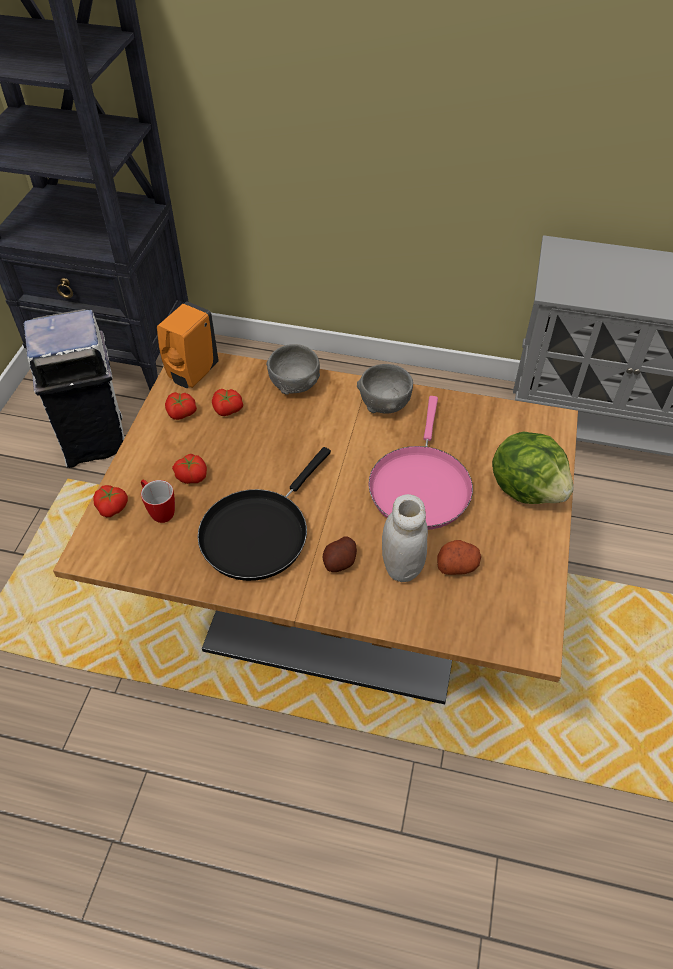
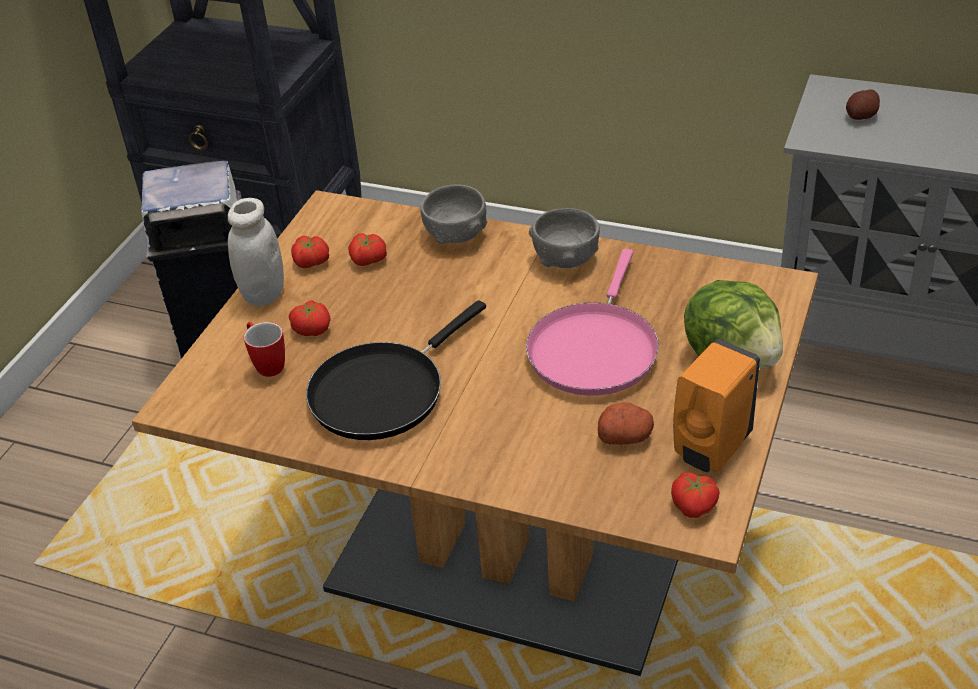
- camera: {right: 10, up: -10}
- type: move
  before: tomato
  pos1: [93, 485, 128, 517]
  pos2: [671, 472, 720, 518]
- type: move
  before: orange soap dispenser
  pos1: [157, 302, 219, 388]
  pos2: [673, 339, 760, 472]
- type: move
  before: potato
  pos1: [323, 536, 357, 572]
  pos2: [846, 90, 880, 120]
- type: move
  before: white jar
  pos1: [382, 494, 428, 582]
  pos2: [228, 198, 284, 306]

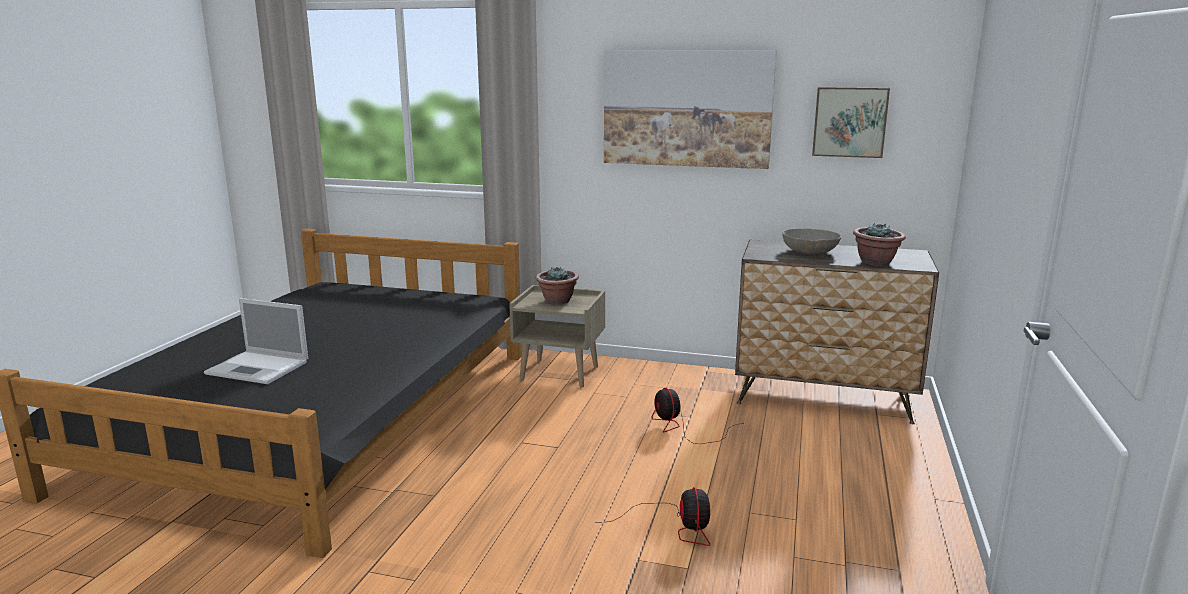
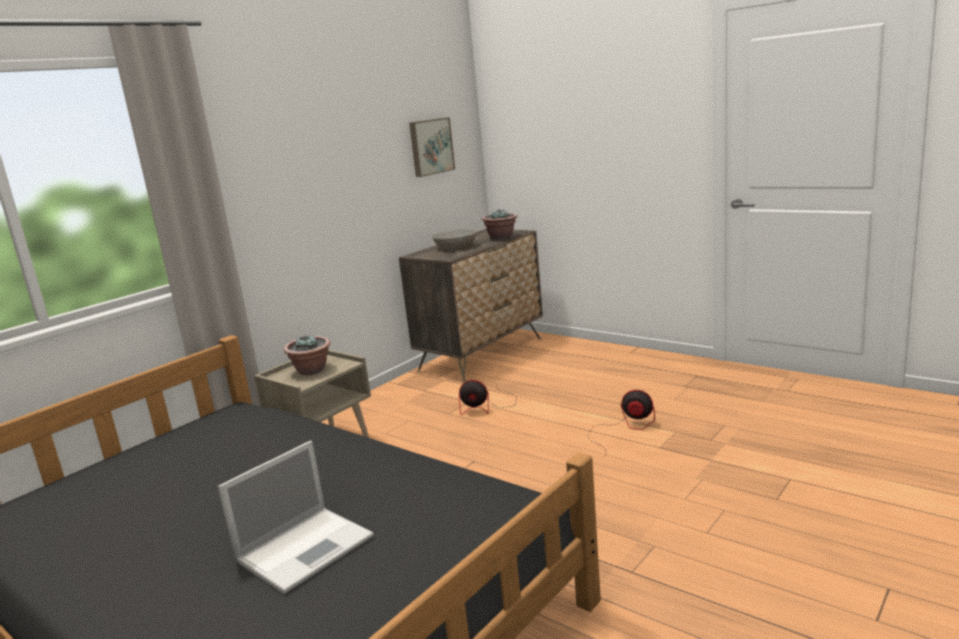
- camera: {right: -65, up: 0}
- type: delete
  before: picture
  pos1: [604, 50, 777, 169]

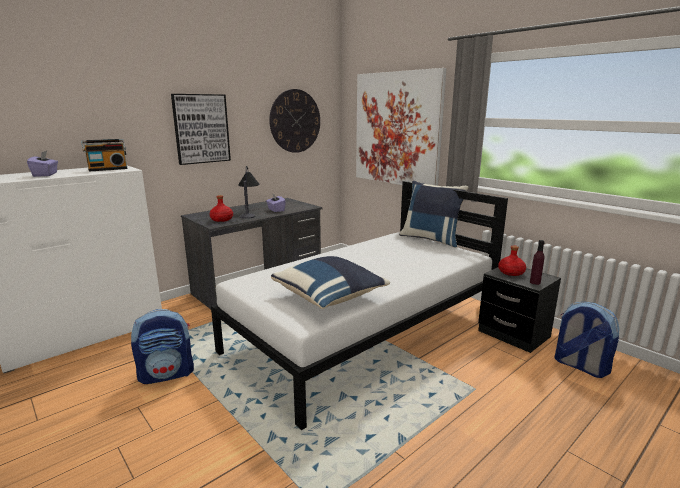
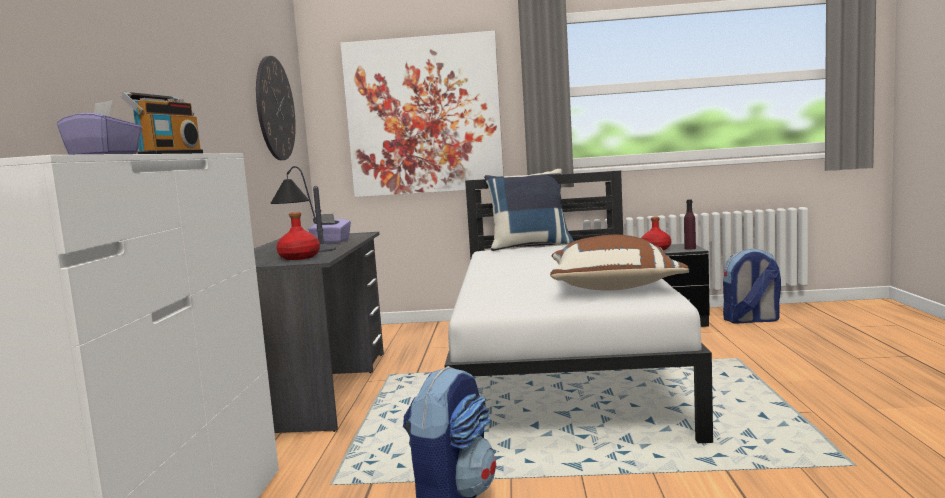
- camera: {right: -45, up: -10}
- type: delete
  before: picture
  pos1: [171, 94, 231, 165]
- type: recolor
  before: blue pillow
  after: brown pillow
  pos1: [271, 256, 390, 309]
  pos2: [550, 235, 688, 291]

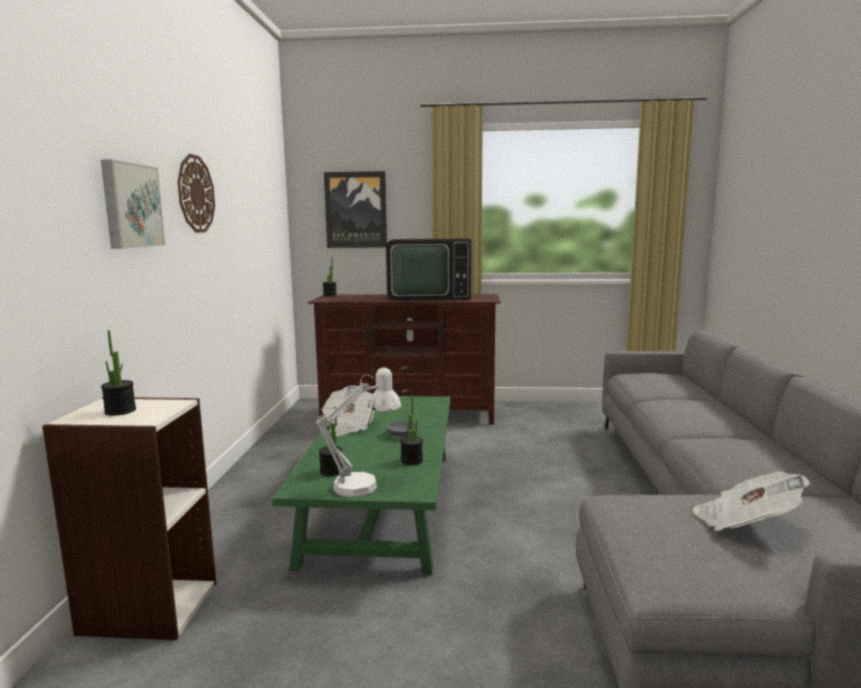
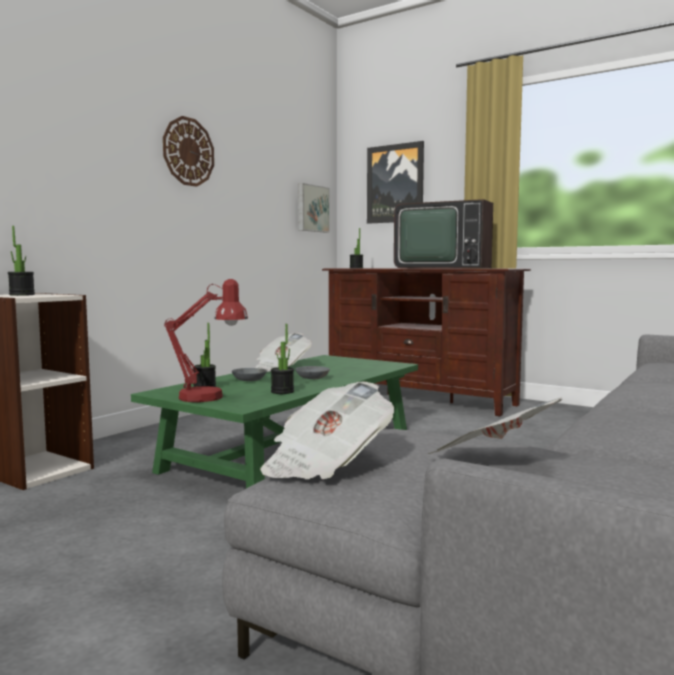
- camera: {right: 30, up: -5}
- type: insert
  after: grey bowl
  pos2: [232, 368, 267, 381]
- type: insert
  after: newspaper
  pos2: [260, 381, 394, 479]
- type: move
  before: picture
  pos1: [101, 159, 165, 249]
  pos2: [298, 183, 330, 233]
- type: recolor
  before: white table lamp
  after: red table lamp
  pos1: [316, 367, 401, 497]
  pos2: [164, 279, 248, 402]

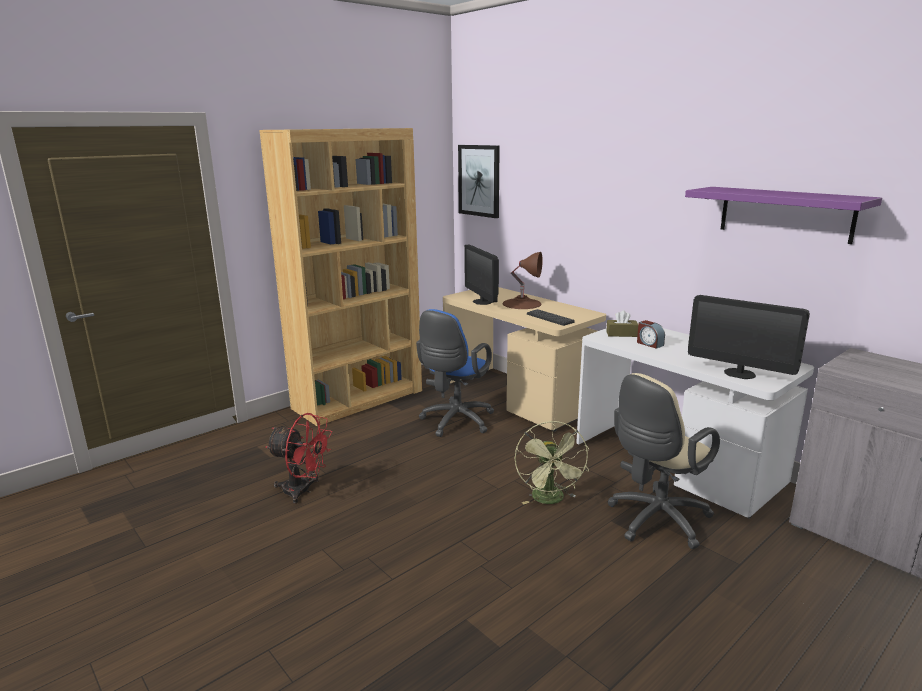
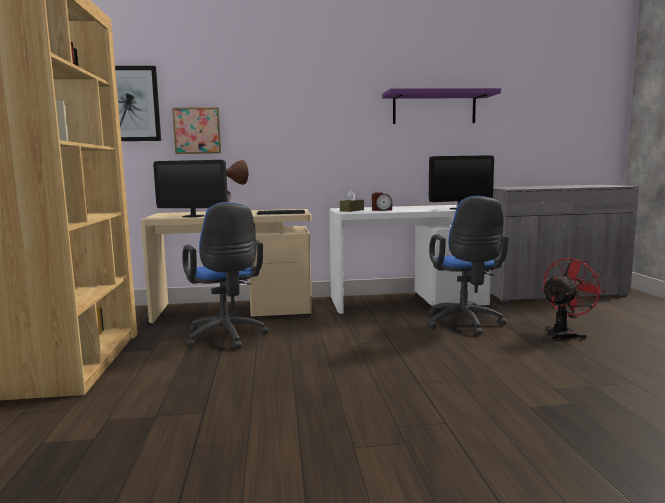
- camera: {right: -55, up: -10}
- type: delete
  before: green fan
  pos1: [515, 421, 589, 505]
- type: insert
  after: picture
  pos2: [172, 107, 221, 154]
- type: move
  before: red fan
  pos1: [266, 413, 332, 504]
  pos2: [542, 257, 605, 342]
- type: recolor
  before: beige office chair
  after: blue office chair
  pos1: [607, 373, 720, 549]
  pos2: [428, 196, 509, 336]

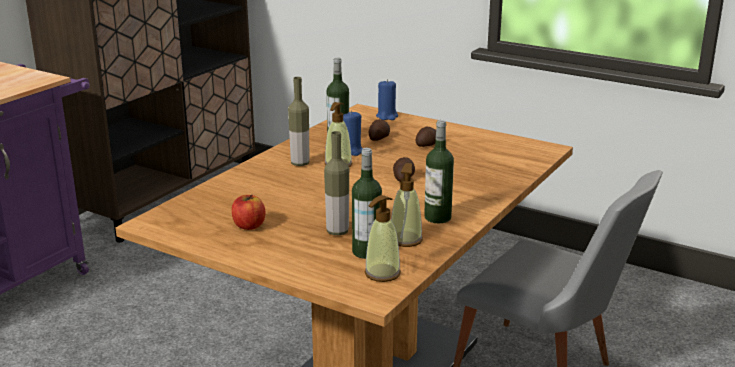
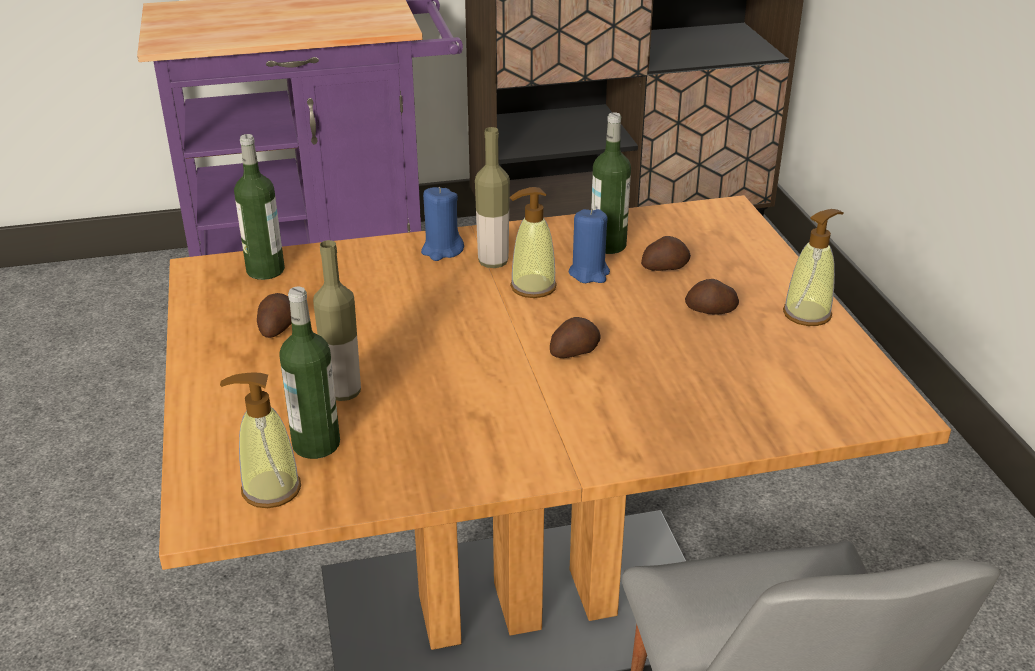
- camera: {right: 45, up: 10}
- type: move
  before: blue candle
  pos1: [376, 79, 398, 120]
  pos2: [421, 187, 464, 261]
- type: move
  before: soap dispenser
  pos1: [391, 163, 423, 247]
  pos2: [783, 209, 844, 326]
- type: move
  before: bottle
  pos1: [424, 120, 454, 223]
  pos2: [234, 134, 285, 280]
- type: replace
  before: apple
  after: potato
  pos1: [232, 194, 265, 230]
  pos2: [257, 293, 292, 338]

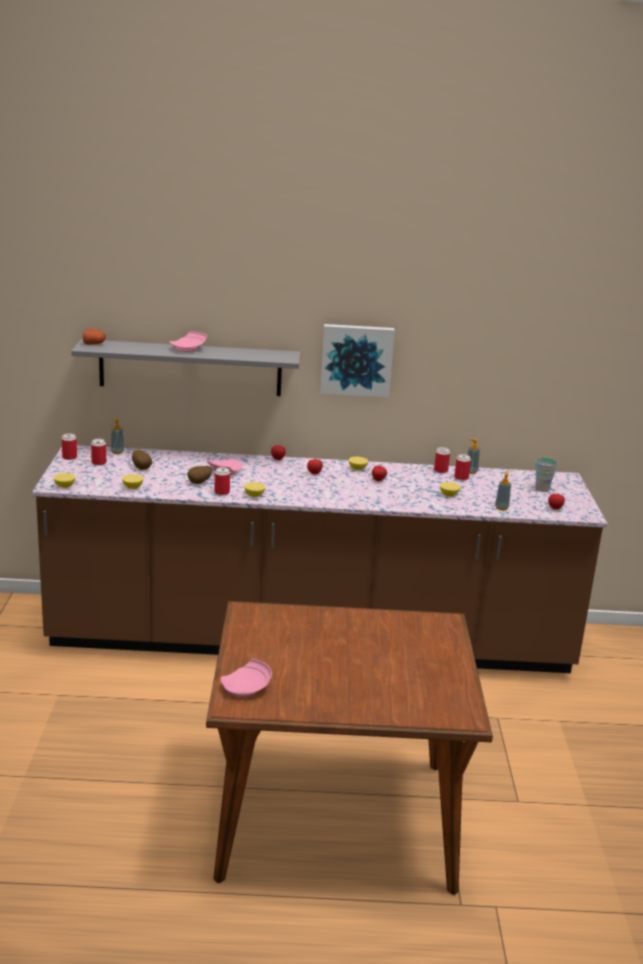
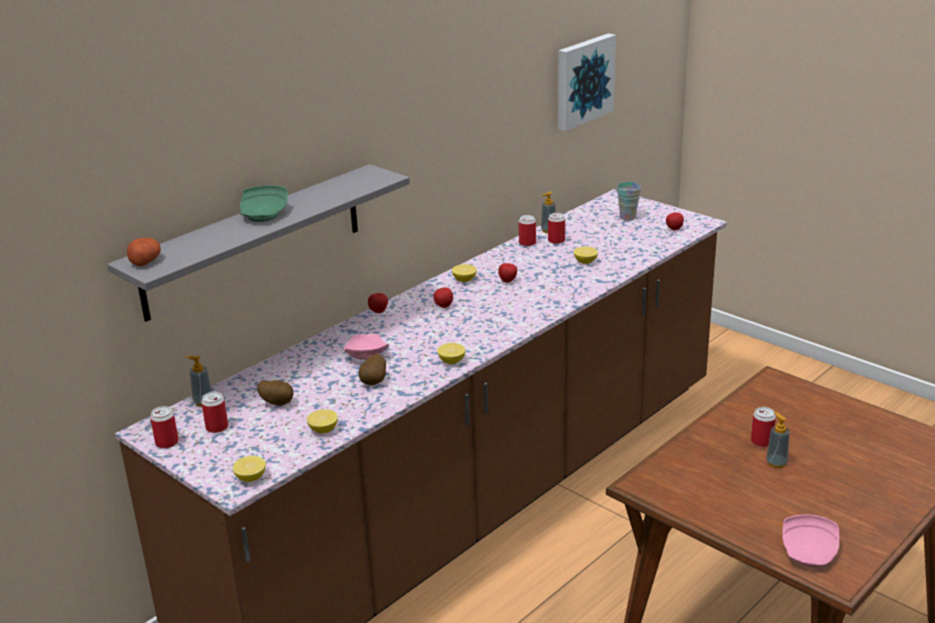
- camera: {right: -45, up: 5}
- type: move
  before: can
  pos1: [214, 467, 230, 495]
  pos2: [751, 407, 776, 447]
- type: move
  before: picture
  pos1: [320, 324, 395, 397]
  pos2: [558, 33, 616, 131]
- type: move
  before: soap dispenser
  pos1: [495, 471, 511, 510]
  pos2: [766, 412, 790, 468]
- type: recolor
  before: pink plate
  after: green plate
  pos1: [170, 331, 207, 352]
  pos2: [240, 185, 288, 222]

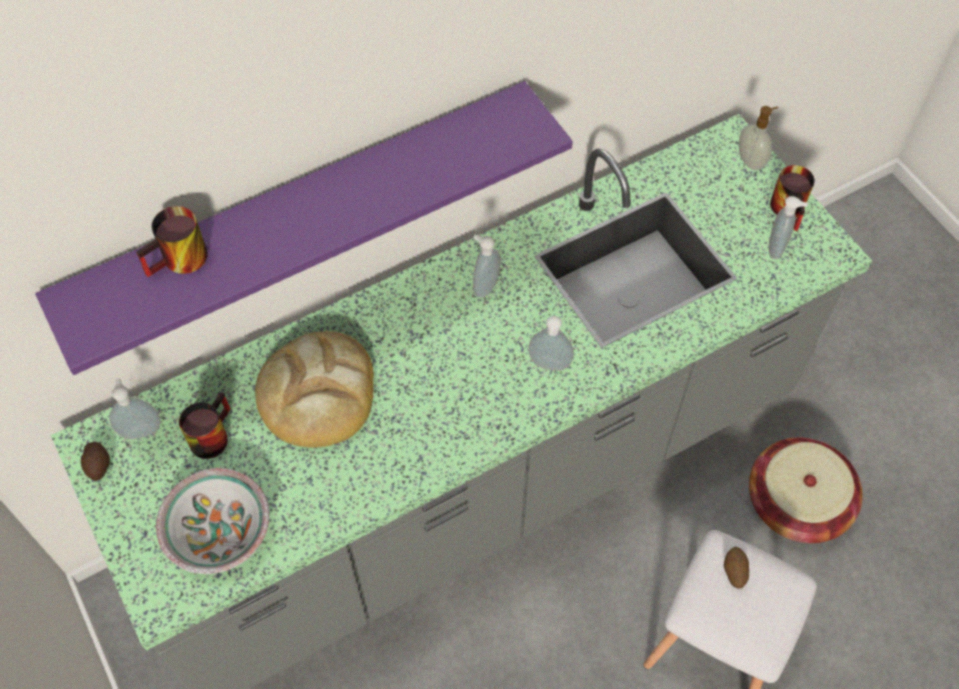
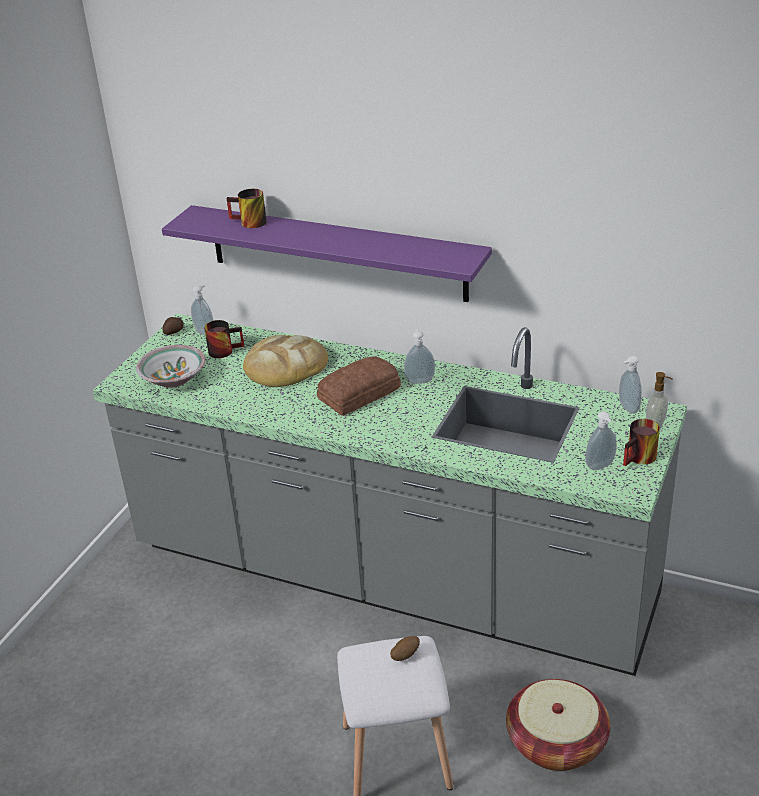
- camera: {right: 55, up: -25}
- type: insert
  after: bread
  pos2: [317, 357, 401, 416]
- type: move
  before: soap dispenser
  pos1: [528, 316, 574, 371]
  pos2: [619, 356, 642, 414]

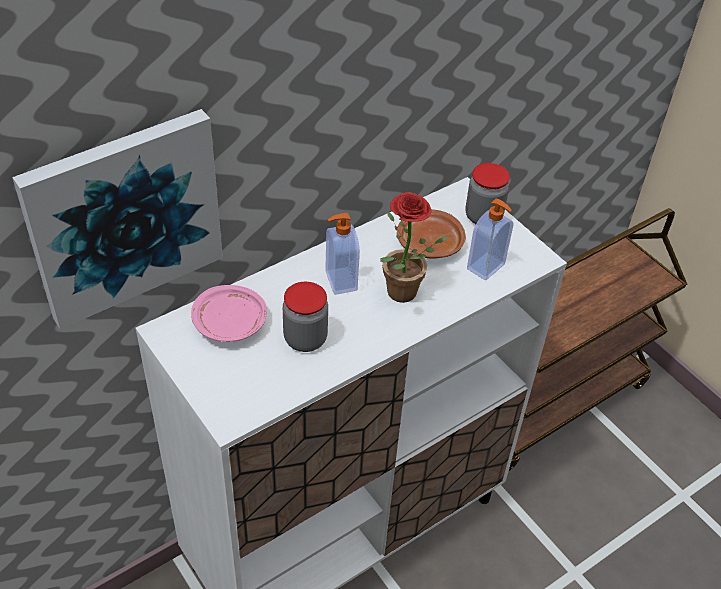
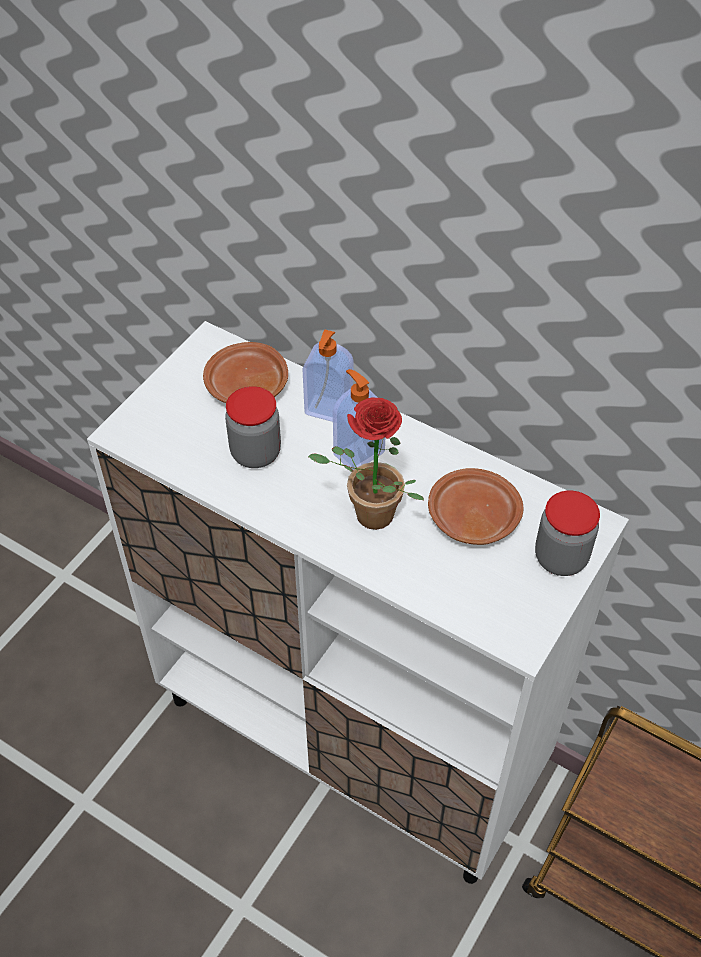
- camera: {right: 70, up: 5}
- type: delete
  before: picture
  pos1: [12, 109, 223, 329]
- type: move
  before: soap dispenser
  pos1: [467, 198, 513, 280]
  pos2: [302, 329, 353, 422]
- type: recolor
  before: pink plate
  after: brown plate
  pos1: [191, 285, 267, 342]
  pos2: [203, 342, 288, 403]

